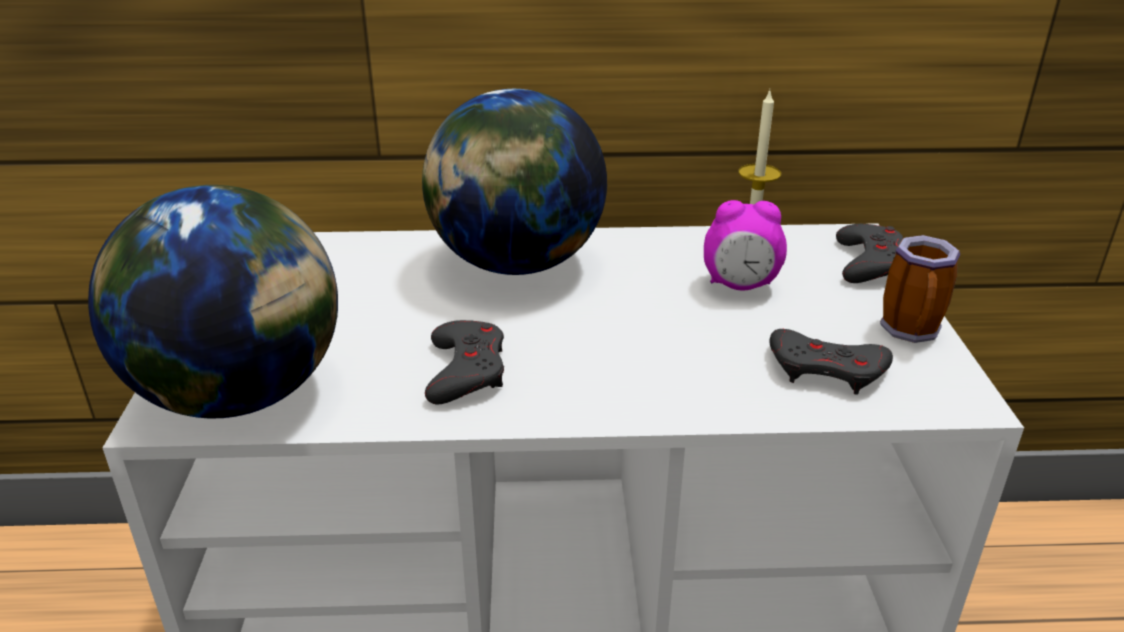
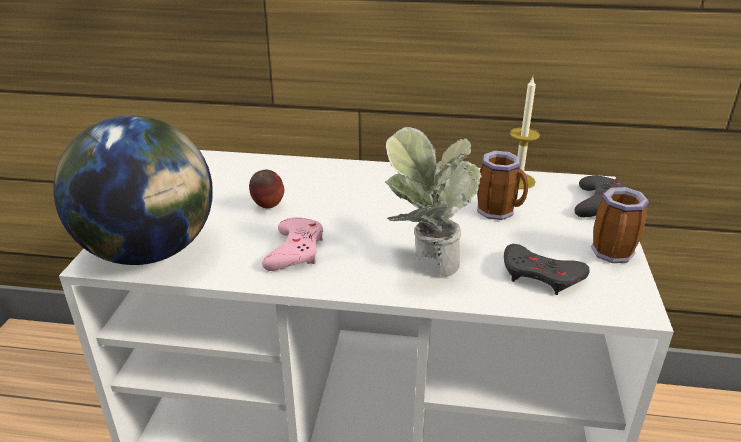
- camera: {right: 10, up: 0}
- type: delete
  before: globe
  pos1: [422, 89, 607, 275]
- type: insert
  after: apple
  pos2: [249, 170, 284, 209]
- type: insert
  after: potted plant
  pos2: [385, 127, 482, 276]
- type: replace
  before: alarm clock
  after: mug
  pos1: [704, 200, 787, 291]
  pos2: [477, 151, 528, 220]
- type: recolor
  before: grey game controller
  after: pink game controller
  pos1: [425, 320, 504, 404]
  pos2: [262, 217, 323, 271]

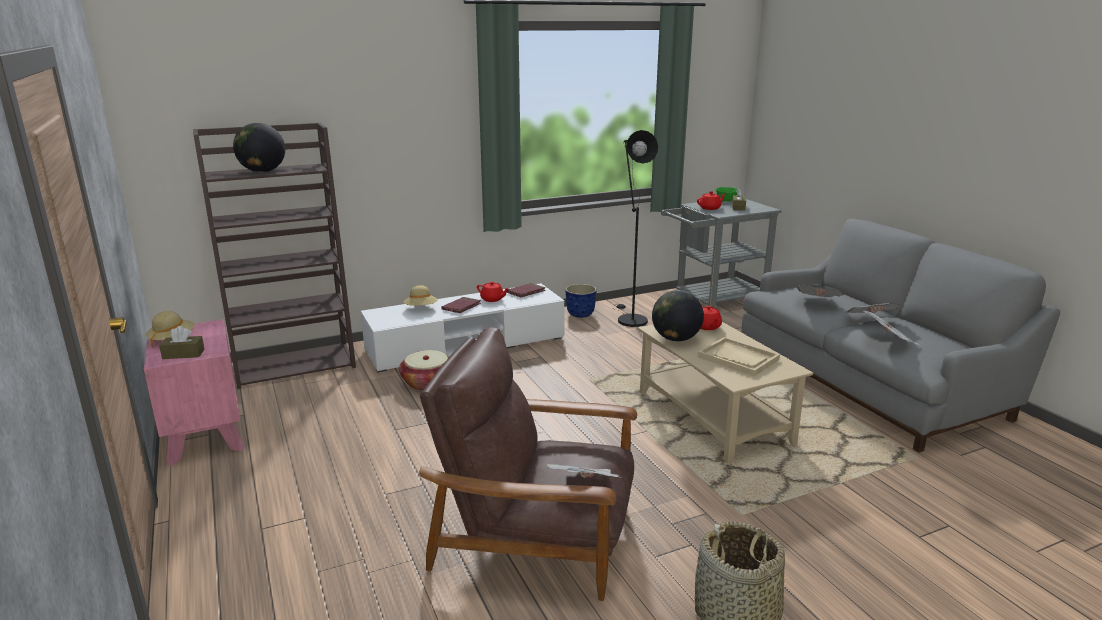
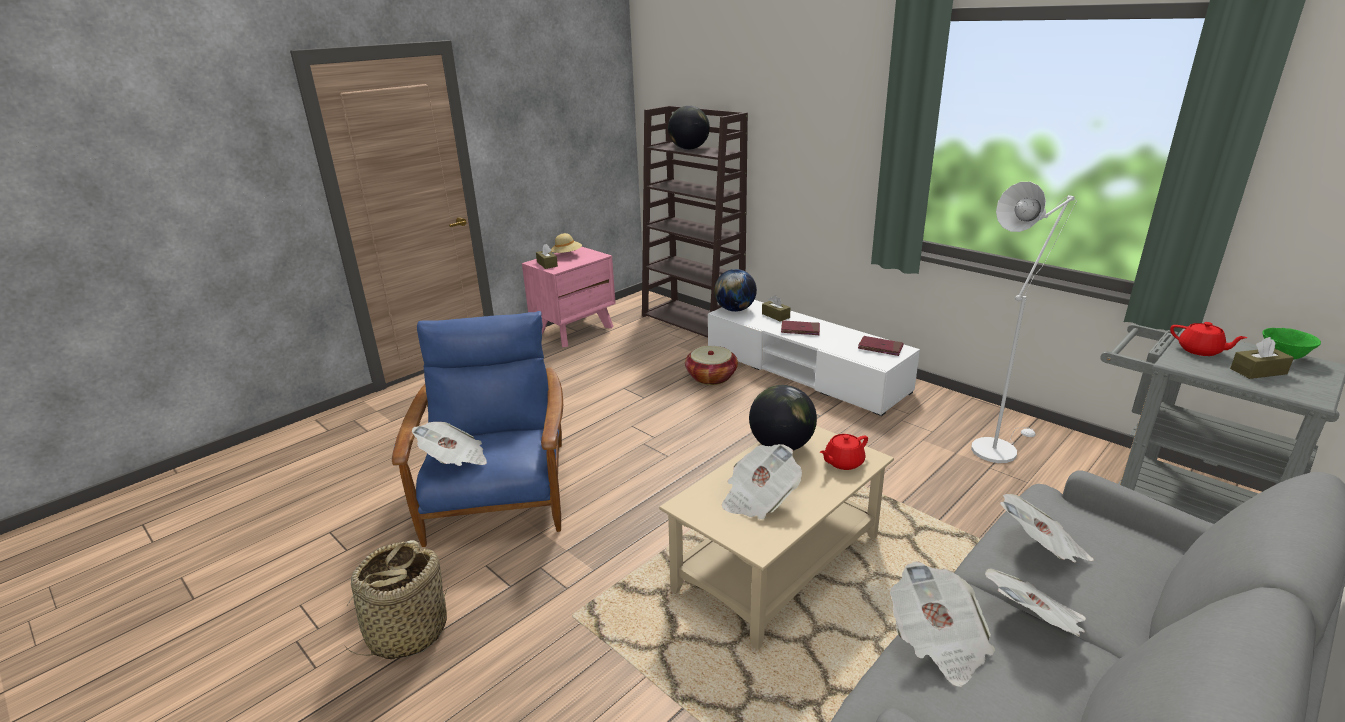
- camera: {right: 70, up: 5}
- type: delete
  before: red teapot
  pos1: [477, 281, 509, 302]
- type: delete
  before: planter
  pos1: [565, 284, 597, 318]
- type: insert
  after: globe
  pos2: [714, 269, 757, 312]
- type: replace
  before: beige hat
  after: brown tissue box
  pos1: [404, 285, 438, 306]
  pos2: [762, 295, 791, 322]
- type: replace
  before: beige tray
  after: newspaper
  pos1: [697, 337, 780, 376]
  pos2: [721, 444, 802, 519]
- type: recolor
  before: brown armchair
  after: blue armchair
  pos1: [419, 327, 637, 601]
  pos2: [392, 311, 563, 547]
- type: recolor
  before: black floor lamp
  after: white floor lamp
  pos1: [613, 130, 658, 327]
  pos2: [971, 182, 1077, 463]

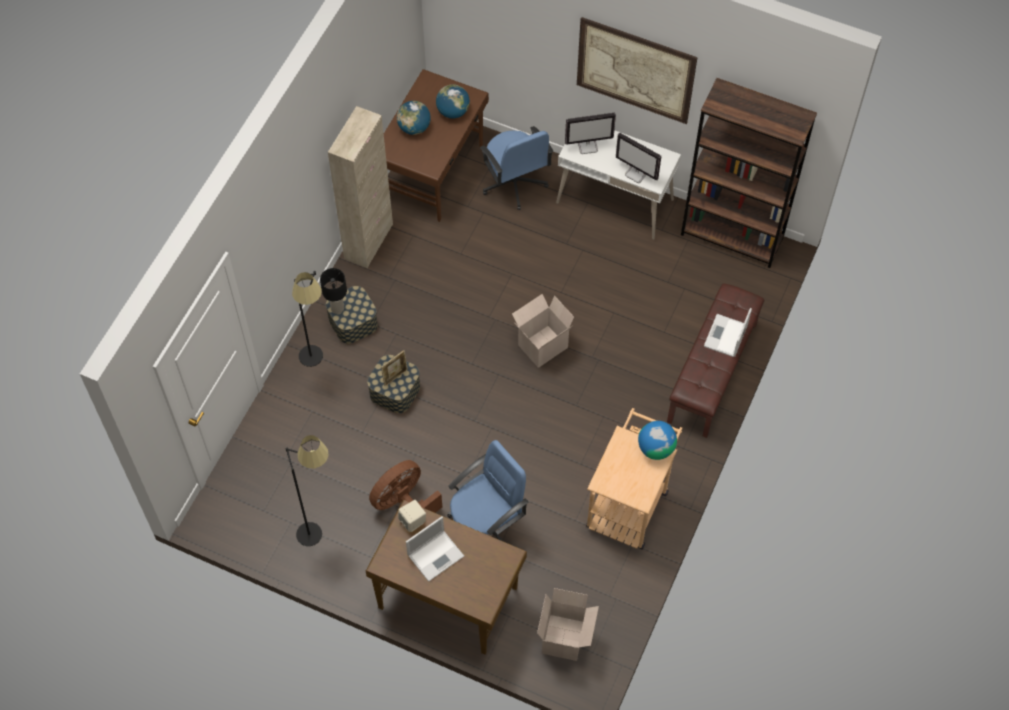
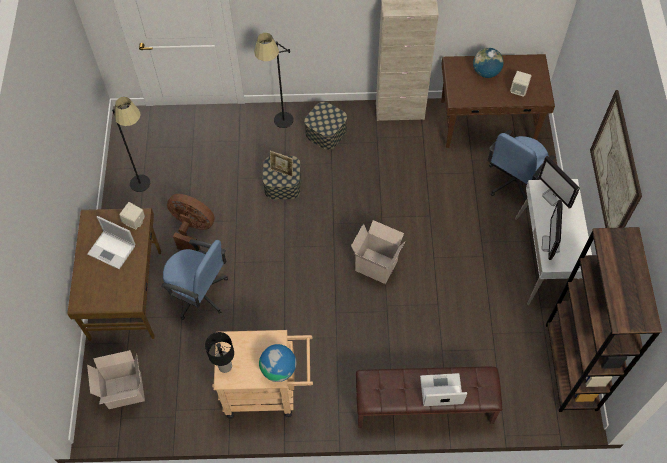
- camera: {right: 65, up: 0}
- type: move
  before: black table lamp
  pos1: [320, 268, 347, 314]
  pos2: [205, 332, 234, 373]
- type: replace
  before: globe
  after: beige speaker
  pos1: [436, 84, 470, 119]
  pos2: [510, 71, 531, 97]

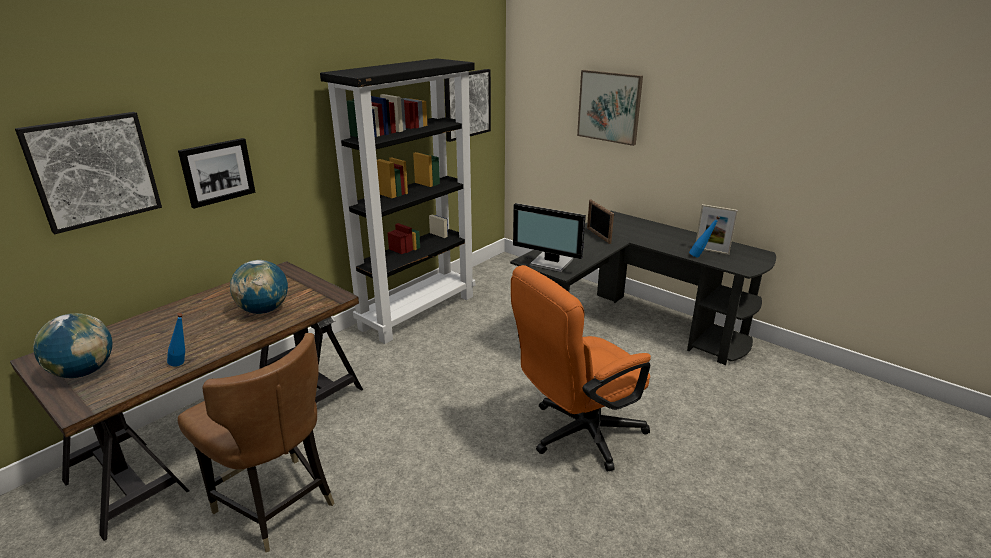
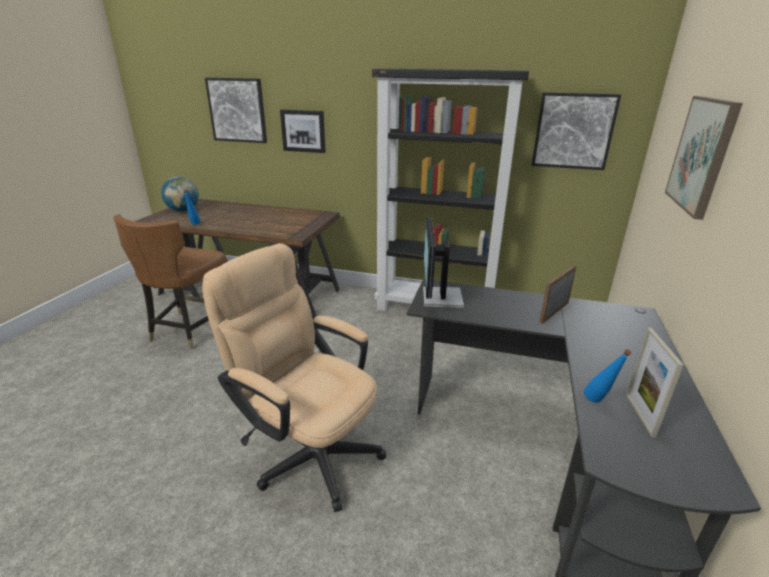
- camera: {right: 65, up: 0}
- type: delete
  before: globe
  pos1: [230, 260, 288, 314]
- type: recolor
  before: orange office chair
  after: beige office chair
  pos1: [511, 265, 651, 472]
  pos2: [202, 243, 386, 512]

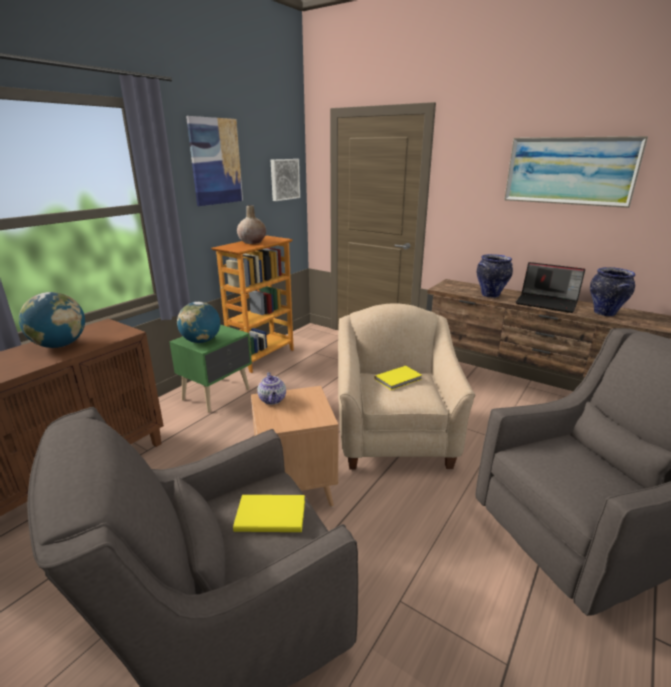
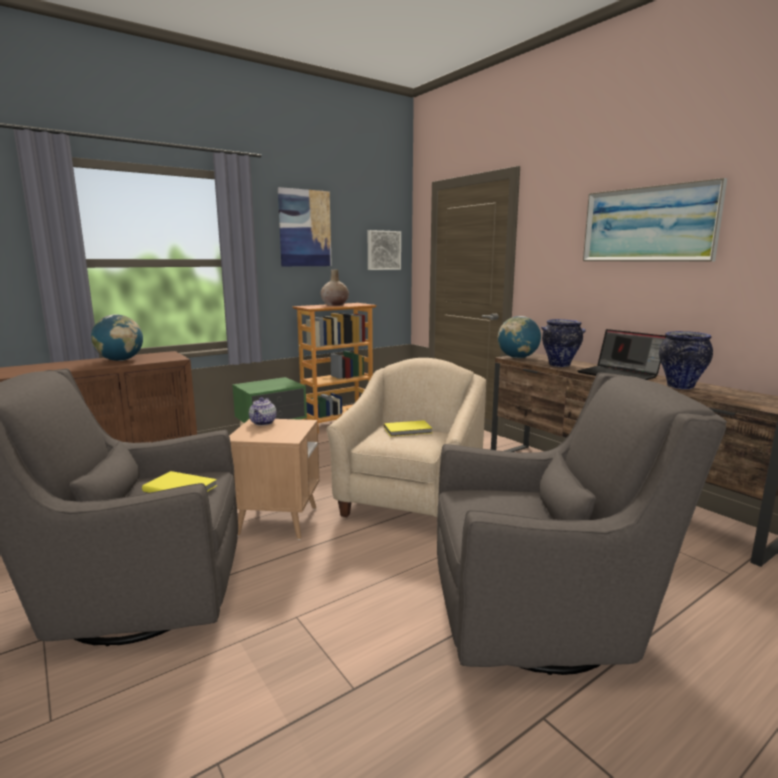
- camera: {right: 20, up: -10}
- type: move
  before: globe
  pos1: [177, 302, 220, 343]
  pos2: [498, 316, 541, 358]

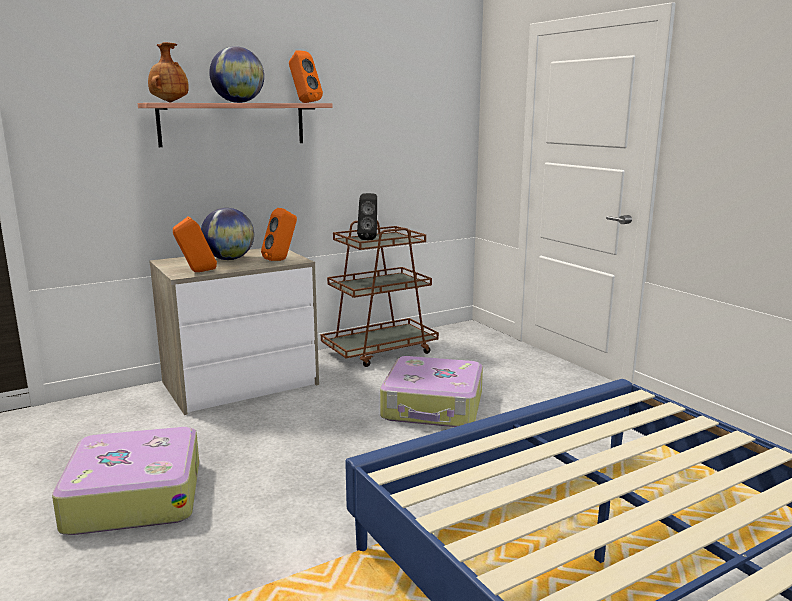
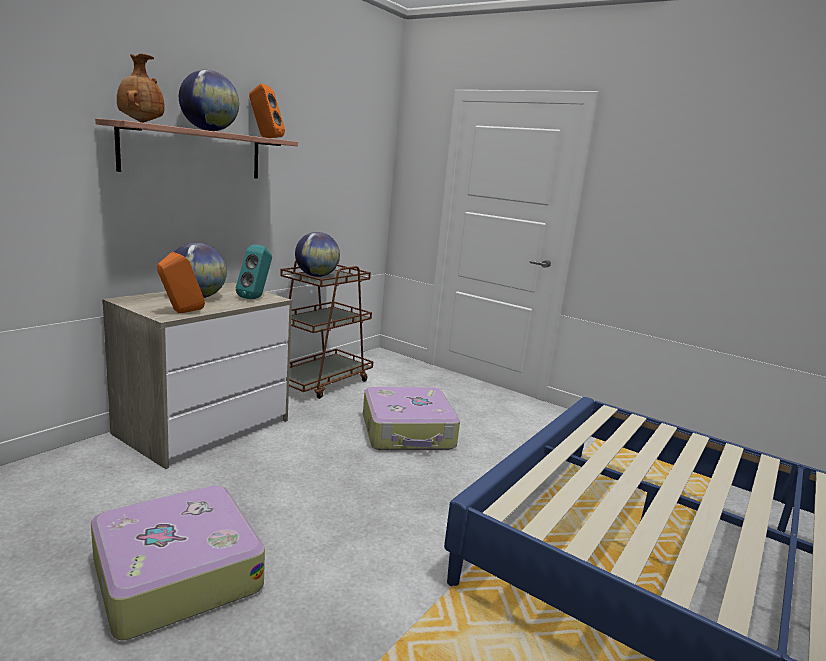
- camera: {right: -25, up: 0}
- type: replace
  before: black speaker
  after: globe
  pos1: [357, 193, 377, 240]
  pos2: [295, 232, 340, 277]
- type: recolor
  before: orange speaker
  after: turquoise speaker
  pos1: [261, 208, 297, 261]
  pos2: [236, 245, 272, 299]

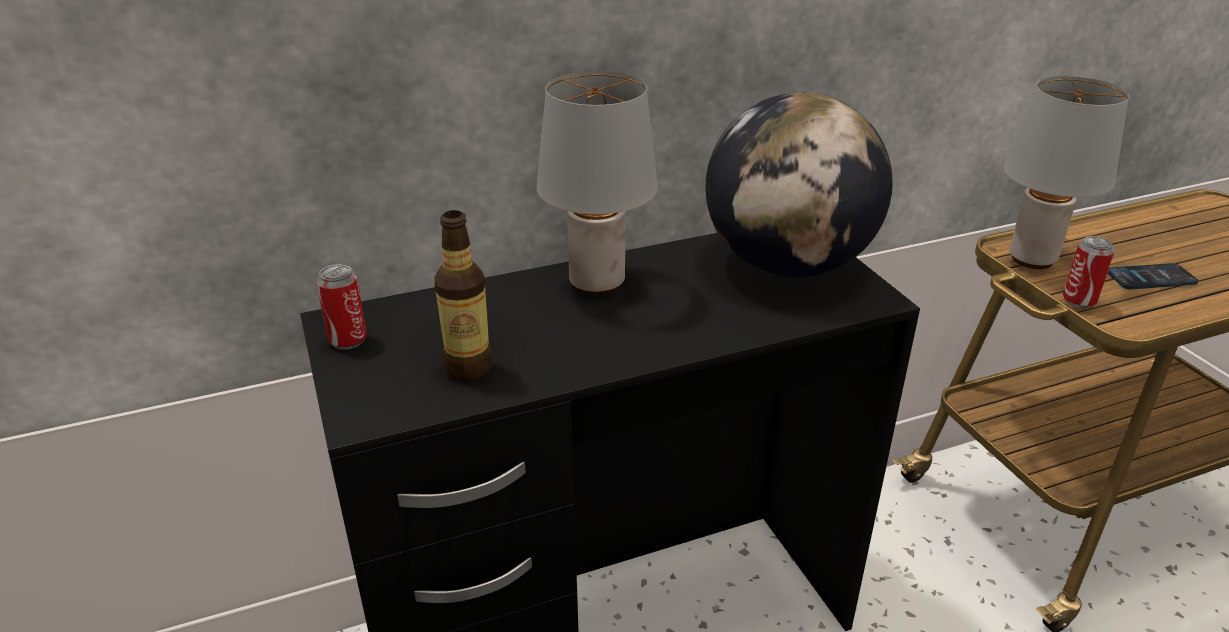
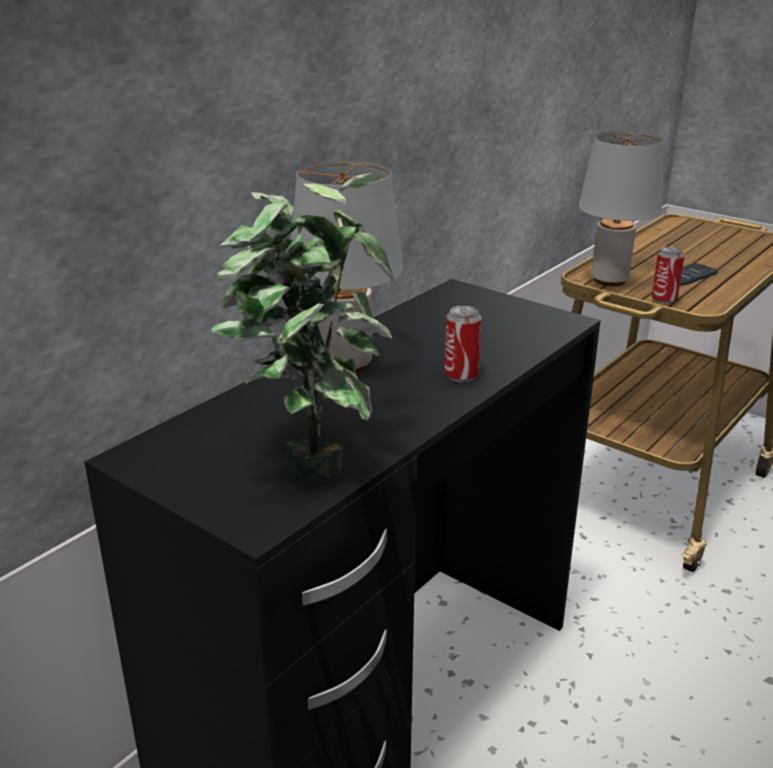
- camera: {right: -30, up: -5}
- type: delete
  before: globe
  pos1: [705, 92, 893, 277]
- type: move
  before: can
  pos1: [316, 264, 367, 350]
  pos2: [444, 306, 482, 382]
- type: replace
  before: bottle
  after: potted plant
  pos1: [434, 210, 493, 381]
  pos2: [212, 172, 394, 480]

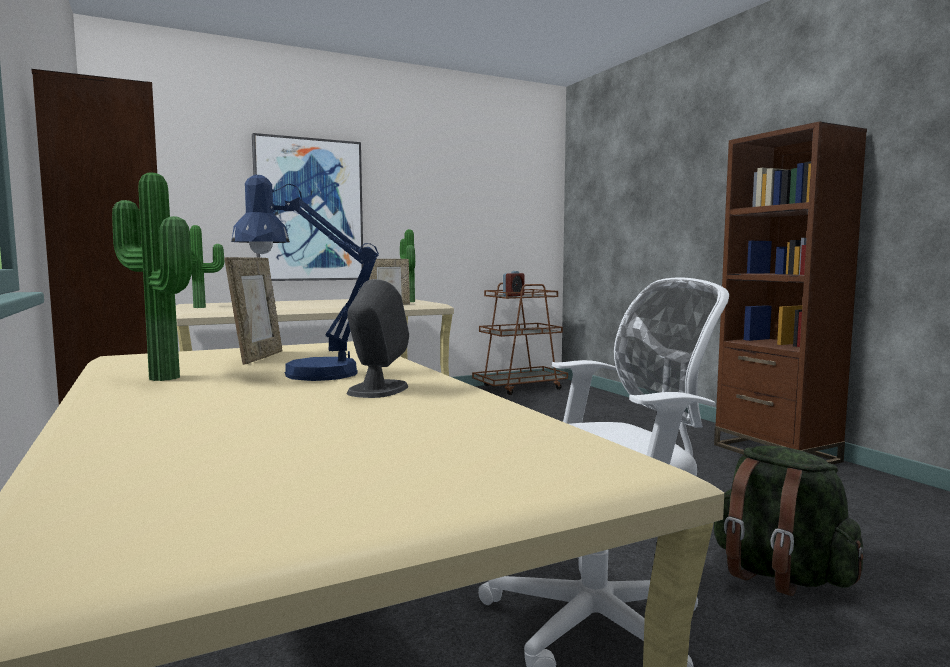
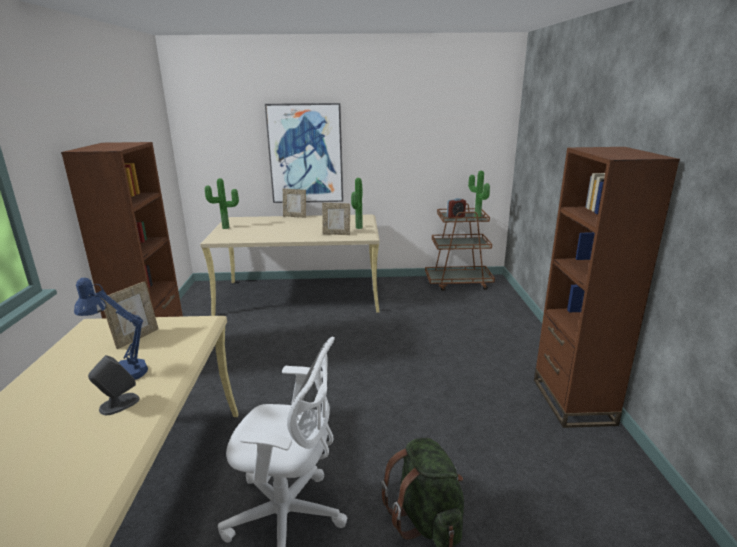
- camera: {right: 25, up: 15}
- type: insert
  after: picture frame
  pos2: [283, 189, 306, 218]
- type: move
  before: potted plant
  pos1: [112, 173, 192, 381]
  pos2: [468, 171, 490, 219]

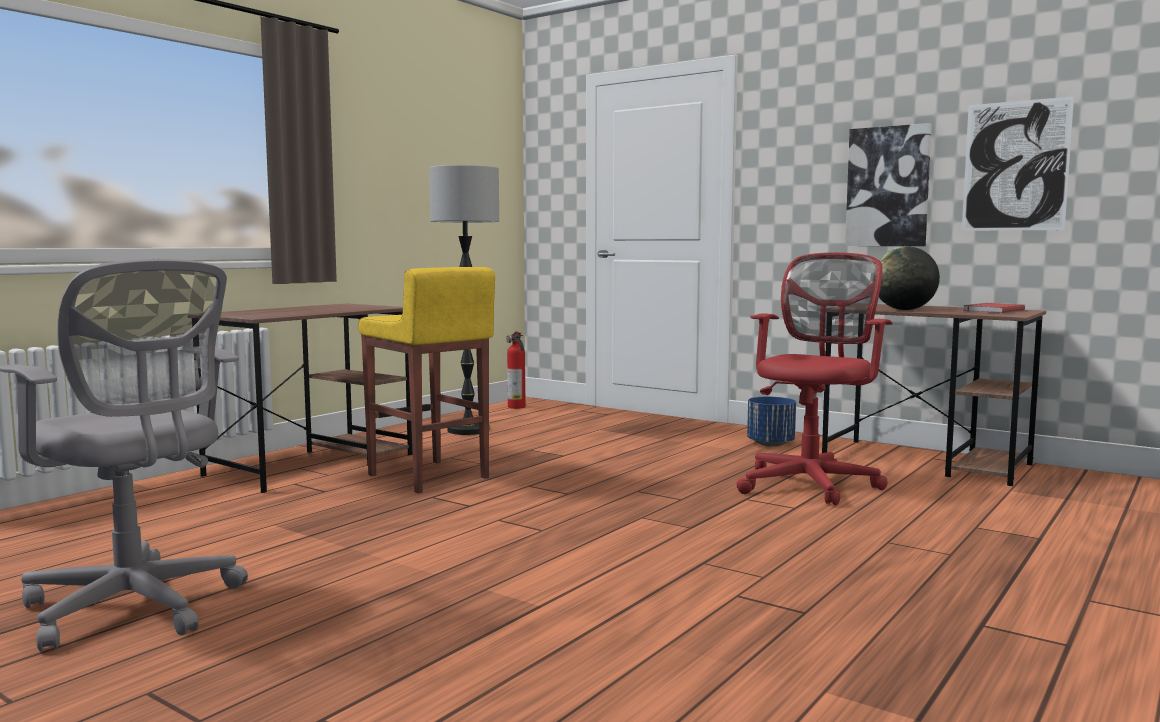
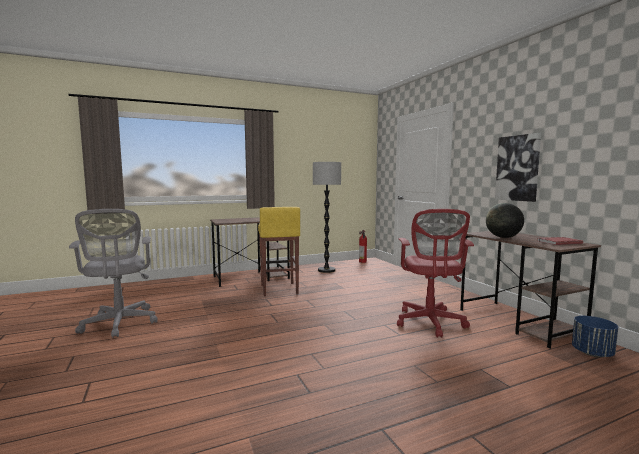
- camera: {right: 30, up: 0}
- type: delete
  before: picture
  pos1: [962, 96, 1074, 231]
- type: move
  before: blue planter
  pos1: [747, 397, 796, 447]
  pos2: [572, 316, 618, 357]
- type: rotate
  before: red office chair
  pos1: [736, 252, 893, 505]
  pos2: [397, 209, 474, 338]
  turn: 120

